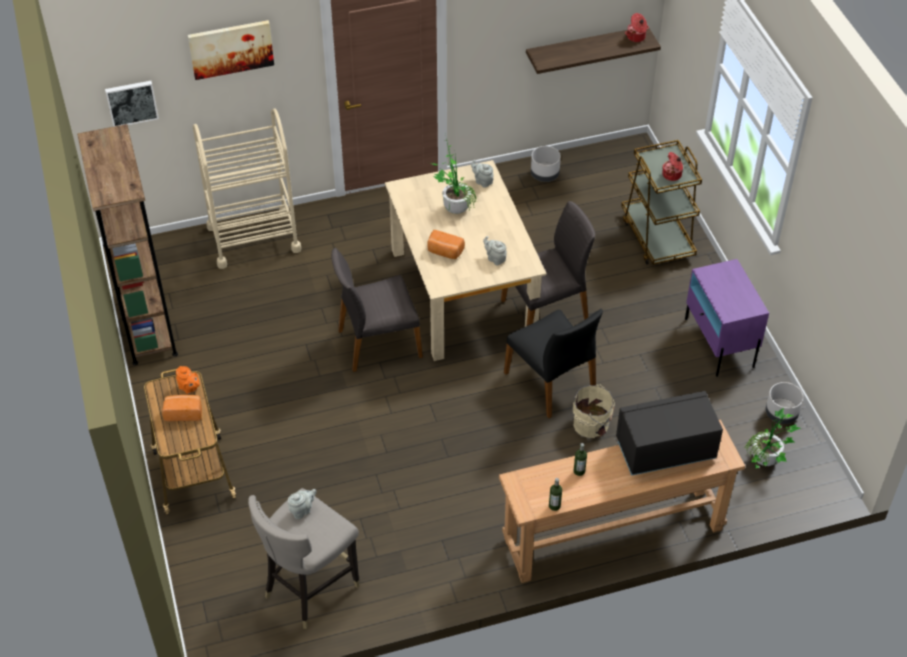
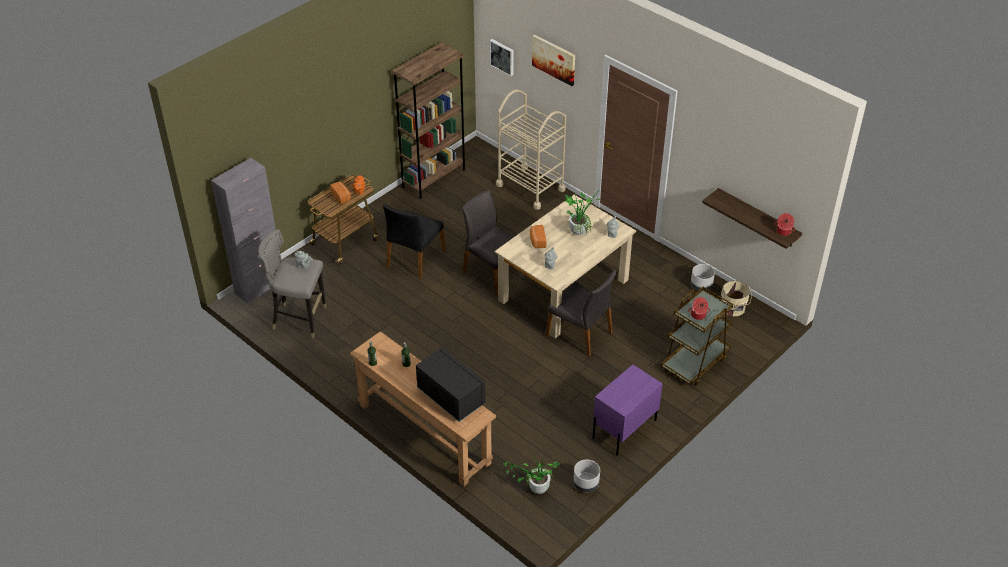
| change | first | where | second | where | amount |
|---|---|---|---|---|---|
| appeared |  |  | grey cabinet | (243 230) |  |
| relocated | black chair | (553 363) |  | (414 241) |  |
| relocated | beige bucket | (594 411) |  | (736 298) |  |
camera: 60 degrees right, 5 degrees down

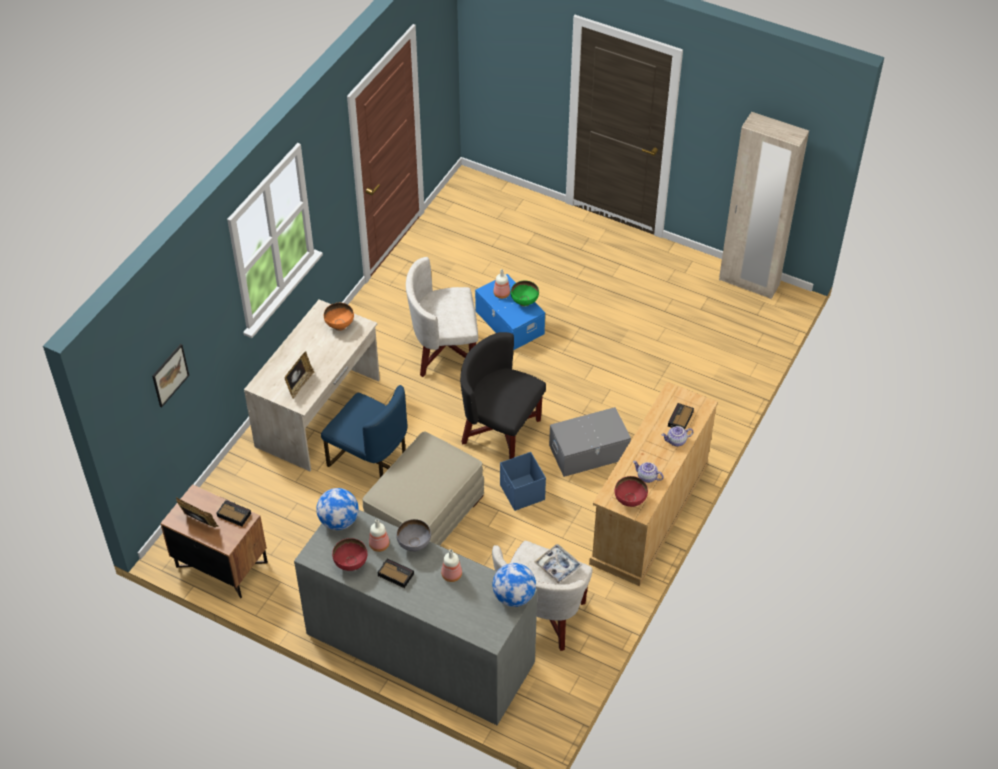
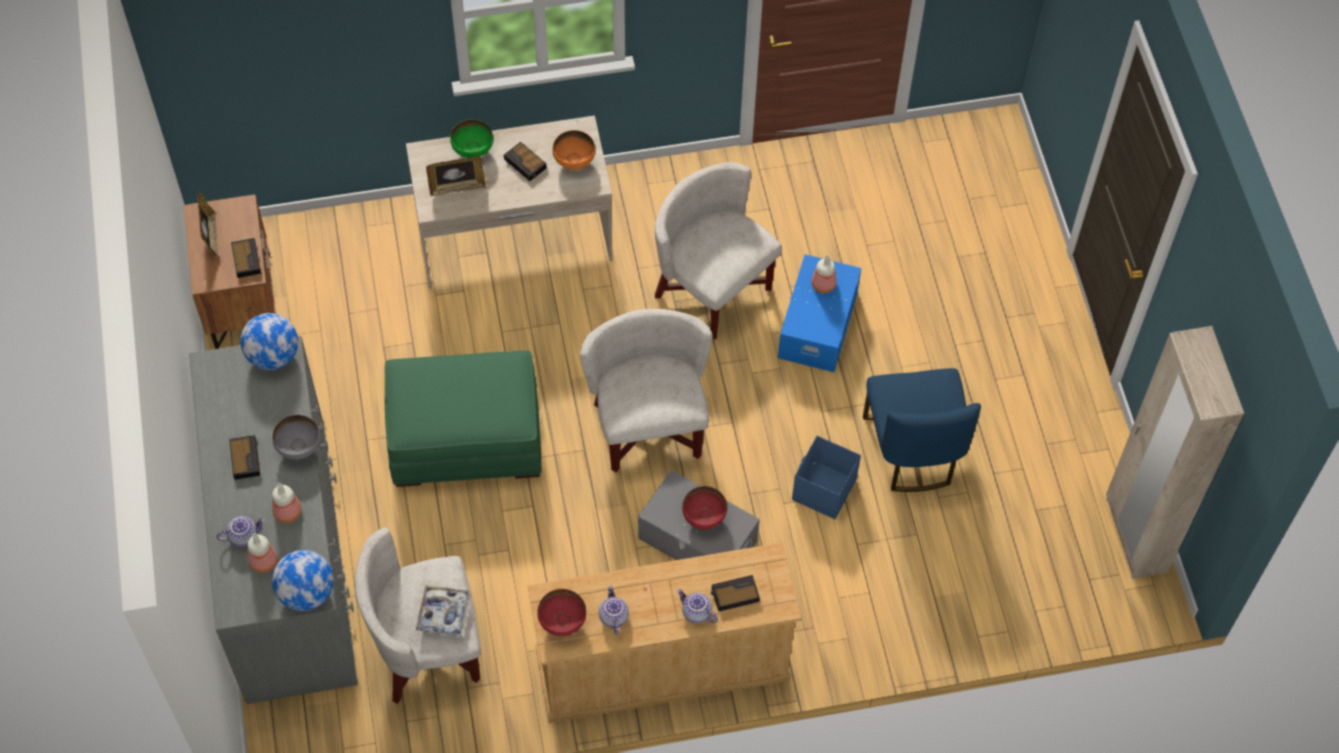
| change | first | where | second | where | amount |
|---|---|---|---|---|---|
| missing | picture | (170 375) |  |  |  |
| appeared |  |  | teapot | (240 531) |  |
| appeared |  |  | alarm clock | (525 161) |  |
| relocated | blue chair | (364 431) |  | (922 430) |  |
| relocated | red bowl | (349 554) |  | (704 508) |  |
| relocated | bottle | (379 535) |  | (262 553) |  |
| relocated | blue storage box | (523 481) |  | (826 477) |  |
| relocated | green bowl | (525 294) |  | (471 138) |  |
| colour | beige ottoman | (423 488) | green ottoman | (463 418) |  |
| colour | black armchair | (503 395) | white armchair | (646 390) |  |
camera: 50 degrees right, 10 degrees up

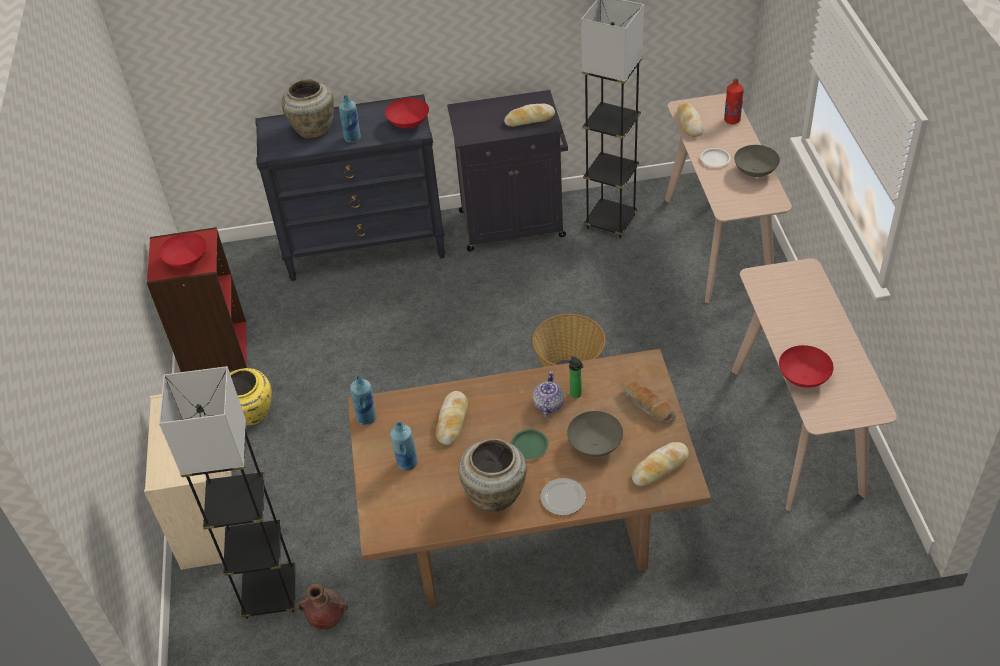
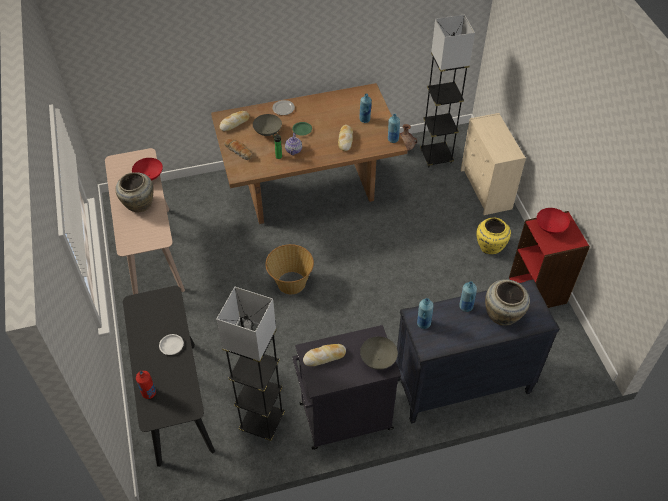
| change | first | where | second | where | amount |
|---|---|---|---|---|---|
| missing | bread | (690 120) |  |  |  |
| relocated | beige vase | (493 475) |  | (134 192) |  |
| relocated | grey bowl | (757 161) |  | (379 353) |  |
| exchanged | red bowl | (407 113) | blue bottle | (425 313) |  |
| colour | beige console table | (728 198) | black console table | (169 376) |  |
camera: 170 degrees right, 5 degrees up

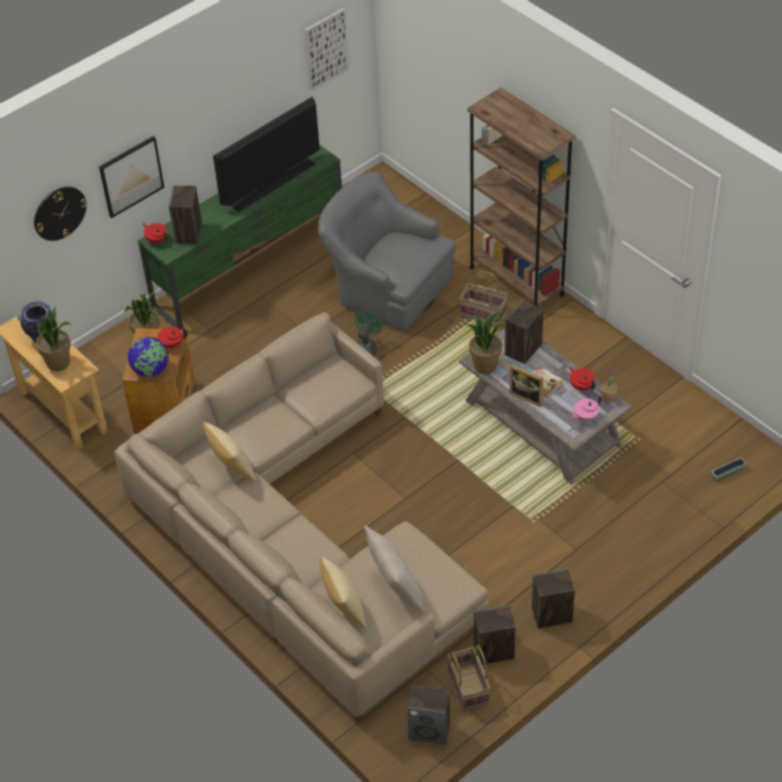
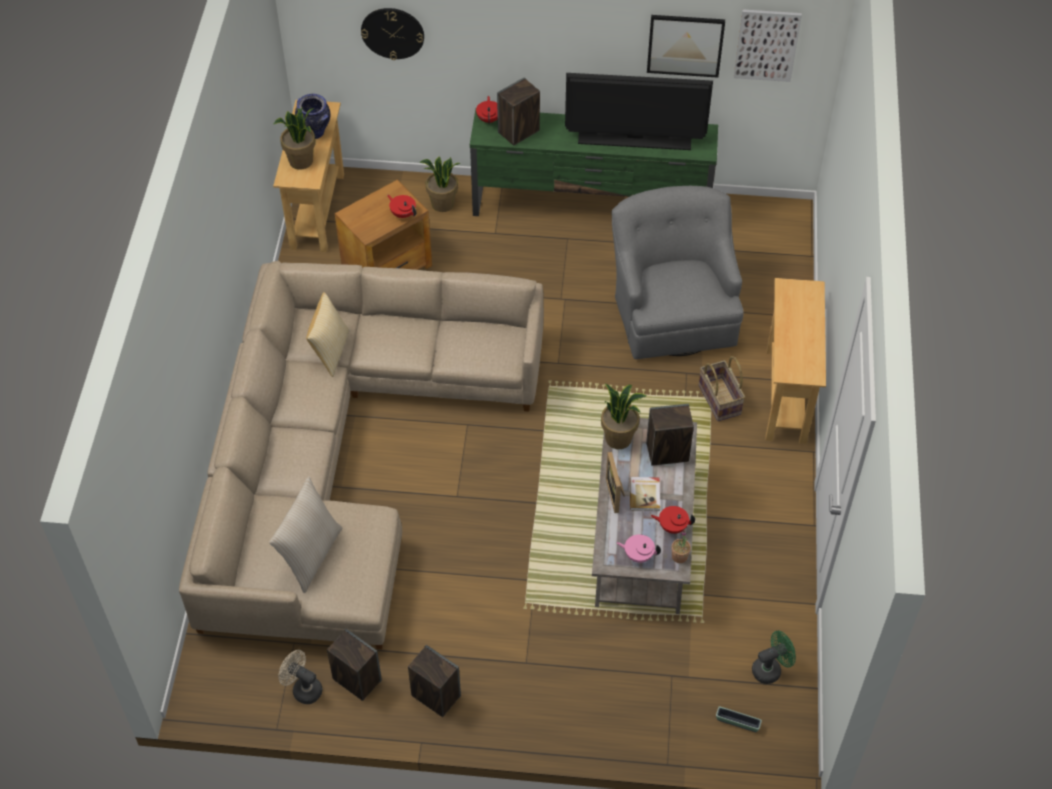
| change | first | where | second | where | amount |
|---|---|---|---|---|---|
| missing | globe | (148 357) |  |  |  |
| missing | pillow | (342 592) |  |  |  |
| missing | speaker | (428 715) |  |  |  |
| relocated | picture | (131 177) |  | (686 46) |  |
| relocated | green fan | (368 333) |  | (774 657) |  |
| exchanged | basket | (468 678) | beige fan | (300 677) |  |
| exchanged | brown bookcase | (521 197) | beige console table | (796 361) |  |
| spun | red teapot | (582 378) |  | (673 520) | 90 degrees counterclockwise |
camera: 45 degrees right, 5 degrees up

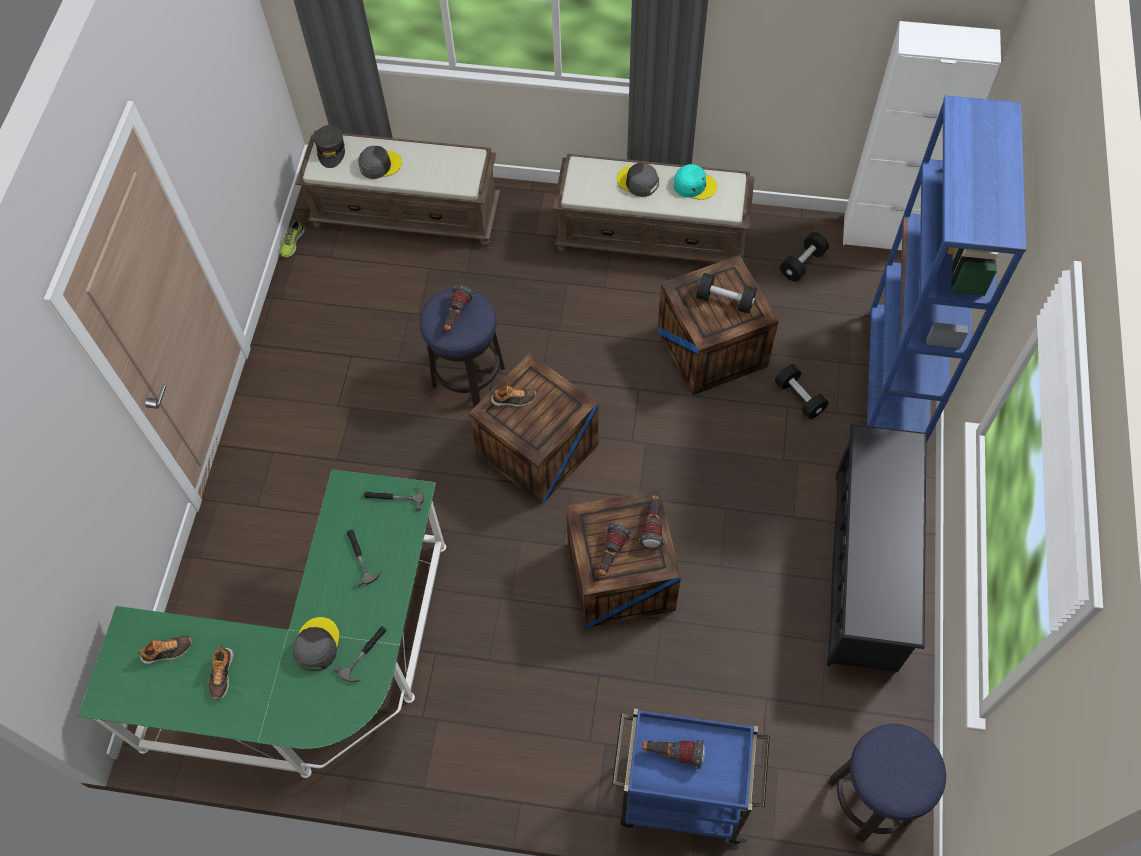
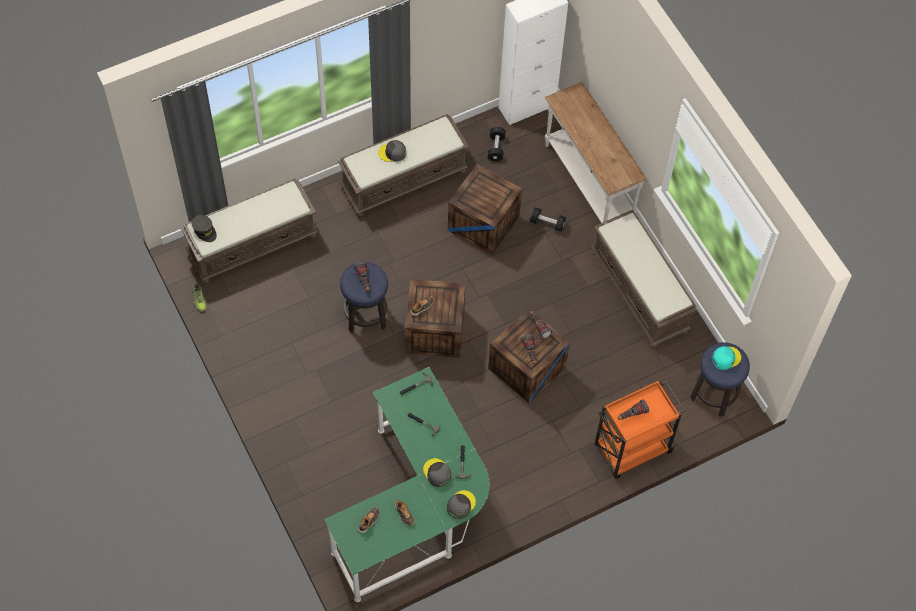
| change | first | where | second | where | amount |
|---|---|---|---|---|---|
| missing | black dumbbell | (726 293) |  |  |  |
| relocated | grey cap | (380 162) |  | (461 504) |  |
| relocated | turquoise cap | (695 182) |  | (726 358) |  |
| exchanged | black shoe rack | (877 548) | brown bench | (643 279) |  |
| exchanged | blue bookcase | (946 269) | white console table | (595 152) |  |
| colour | blue cart | (691 776) | orange cart | (640 429) |  |
camera: 40 degrees left, 0 degrees up

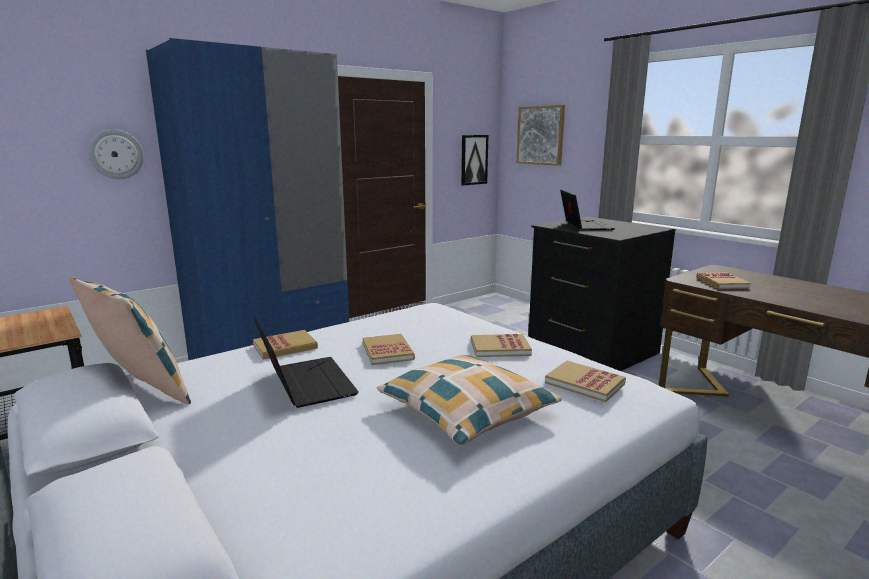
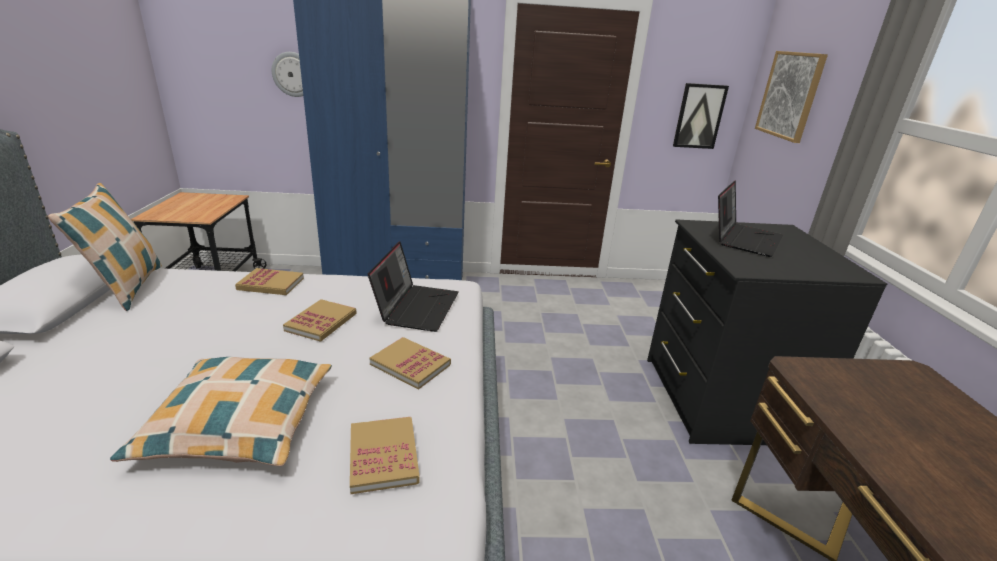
| change | first | where | second | where | amount |
|---|---|---|---|---|---|
| missing | book | (723 280) |  |  |  |
| relocated | laptop | (306 362) |  | (413 286) |  |
camera: 35 degrees right, 10 degrees up

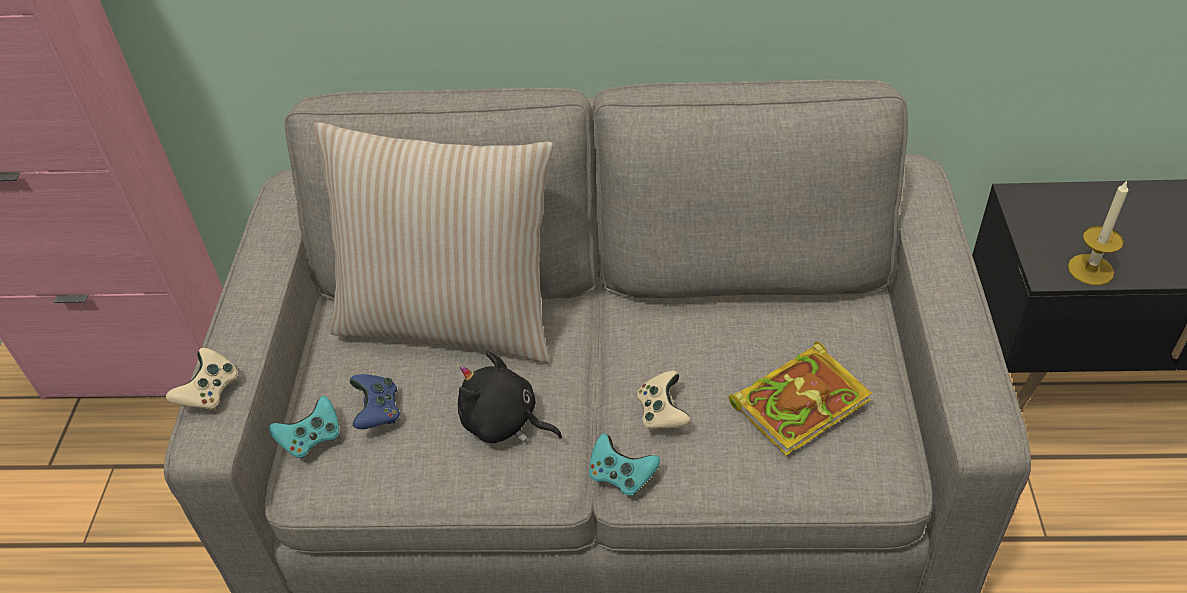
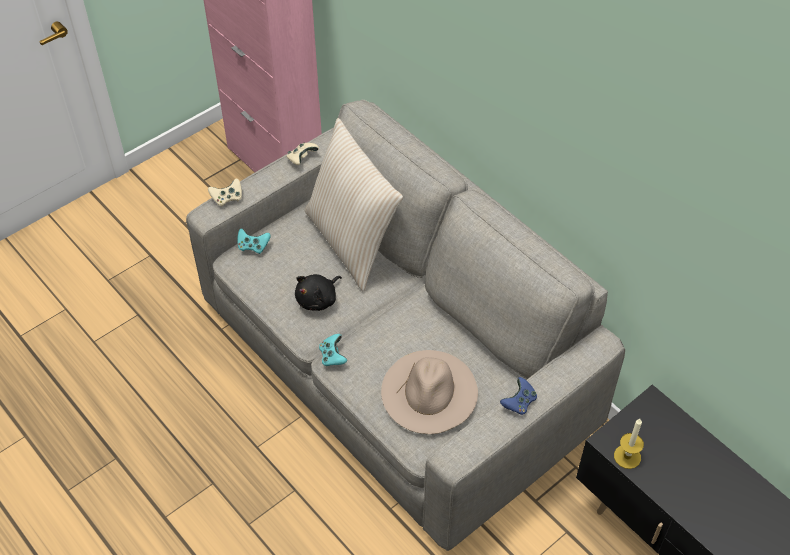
| change | first | where | second | where | amount |
|---|---|---|---|---|---|
| relocated | blue game controller | (375 401) |  | (518 396) |  |
| relocated | beige game controller | (664 401) |  | (303 154) |  |
| exchanged | book | (801 398) | beige hat | (429 392) |  |
| spun | black plush toy | (510 397) |  | (318 292) | 120 degrees counterclockwise |
camera: 45 degrees right, 5 degrees up

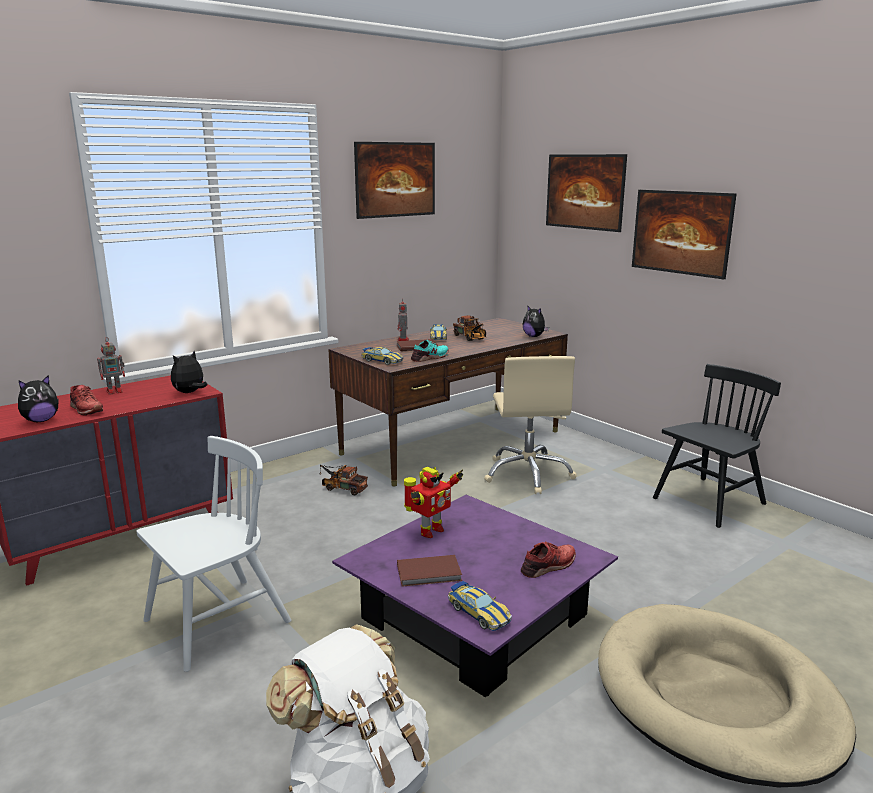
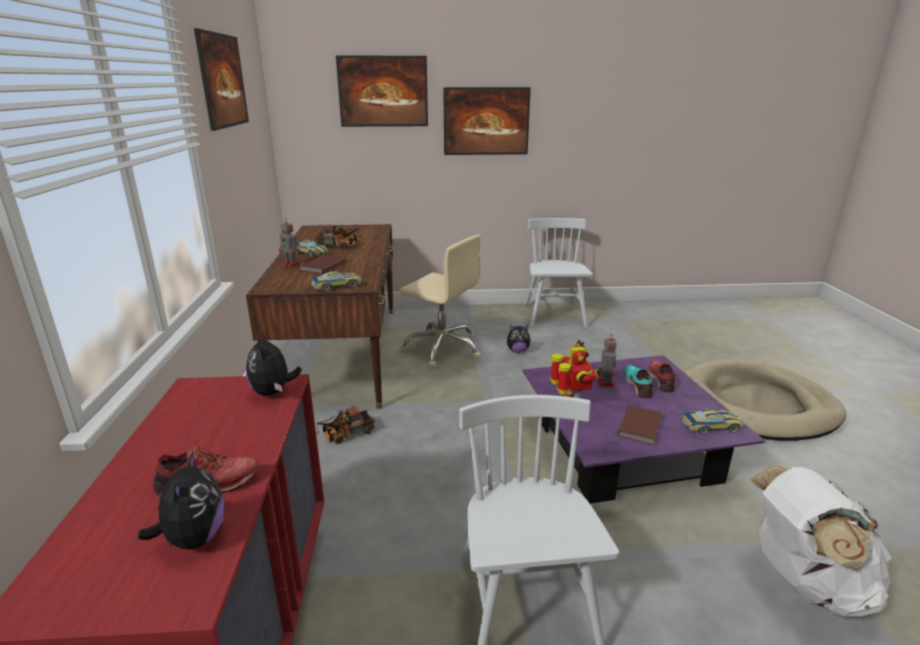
| change | first | where | second | where | amount |
|---|---|---|---|---|---|
| relocated | toy robot | (111 366) |  | (607 360) |  |
| relocated | turquoise shoe | (430 351) |  | (638 381) |  |
| relocated | plush toy | (535 321) |  | (519 339) |  |
| colour | black chair | (717 446) | white chair | (558 272) |  |
camera: 55 degrees left, 5 degrees up

